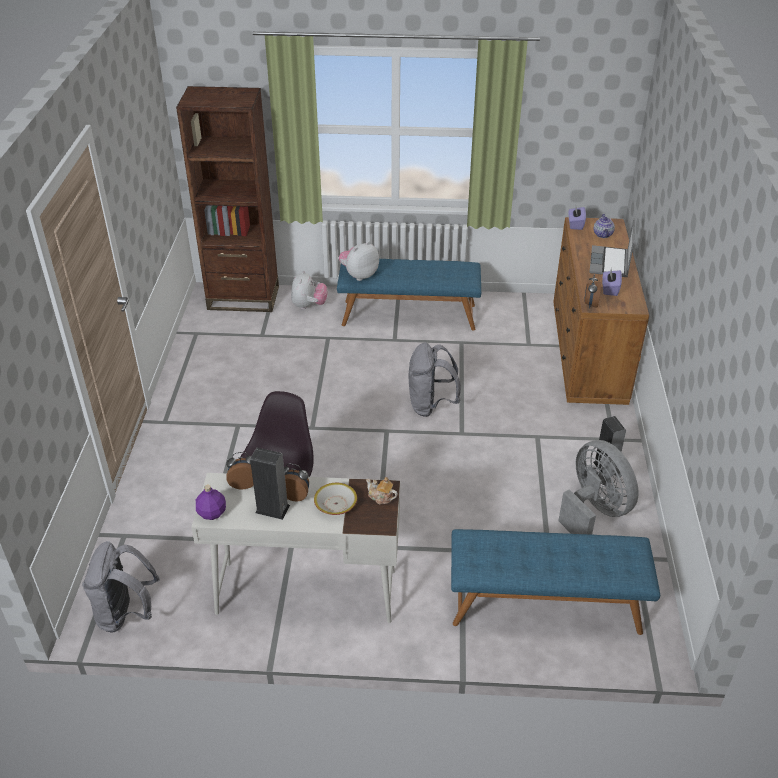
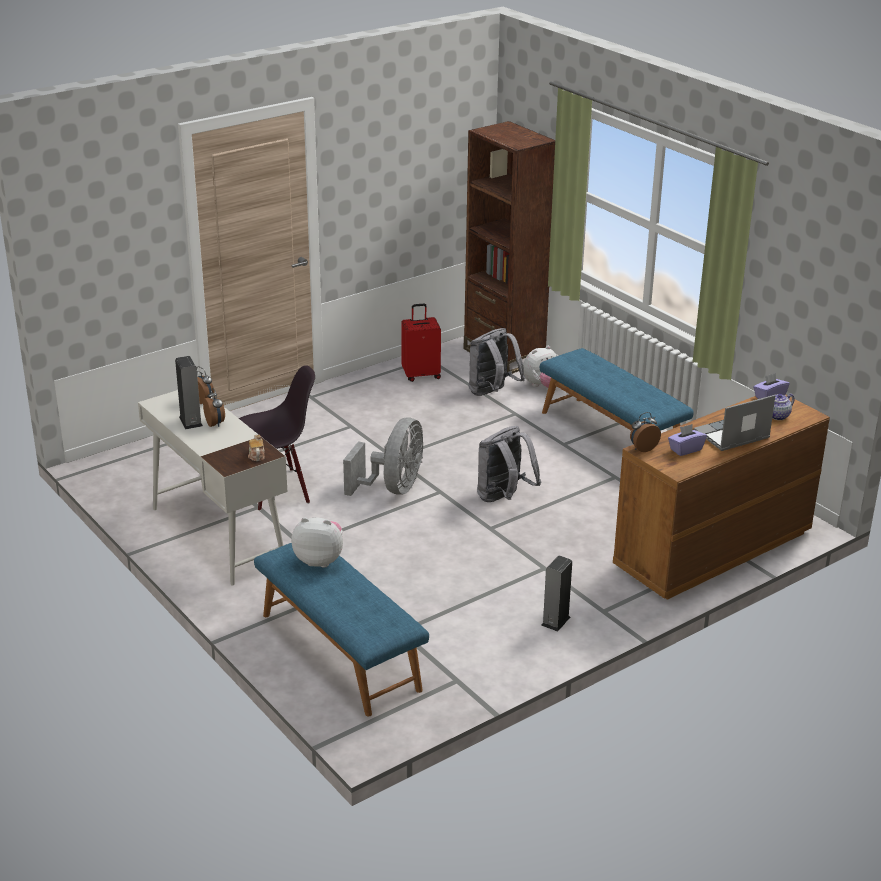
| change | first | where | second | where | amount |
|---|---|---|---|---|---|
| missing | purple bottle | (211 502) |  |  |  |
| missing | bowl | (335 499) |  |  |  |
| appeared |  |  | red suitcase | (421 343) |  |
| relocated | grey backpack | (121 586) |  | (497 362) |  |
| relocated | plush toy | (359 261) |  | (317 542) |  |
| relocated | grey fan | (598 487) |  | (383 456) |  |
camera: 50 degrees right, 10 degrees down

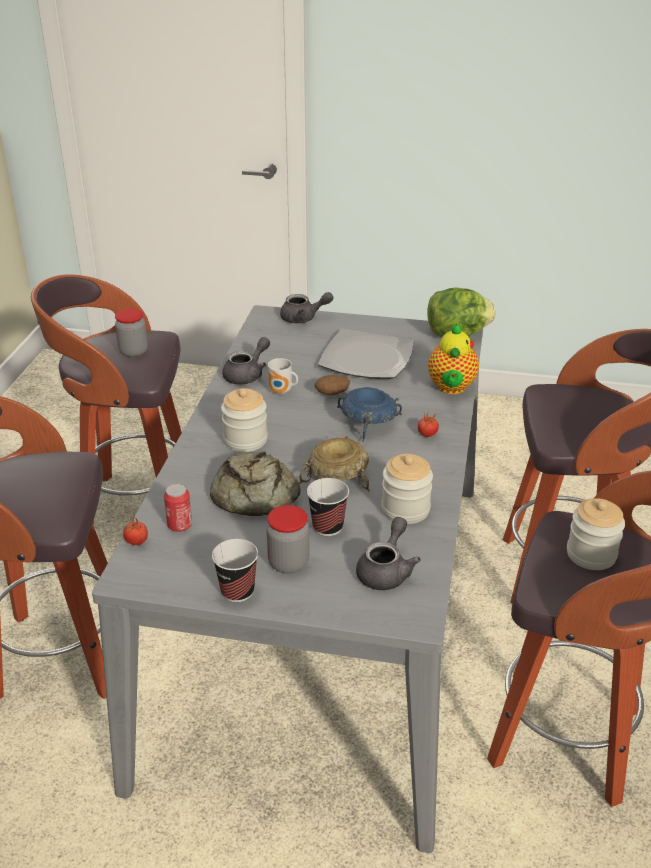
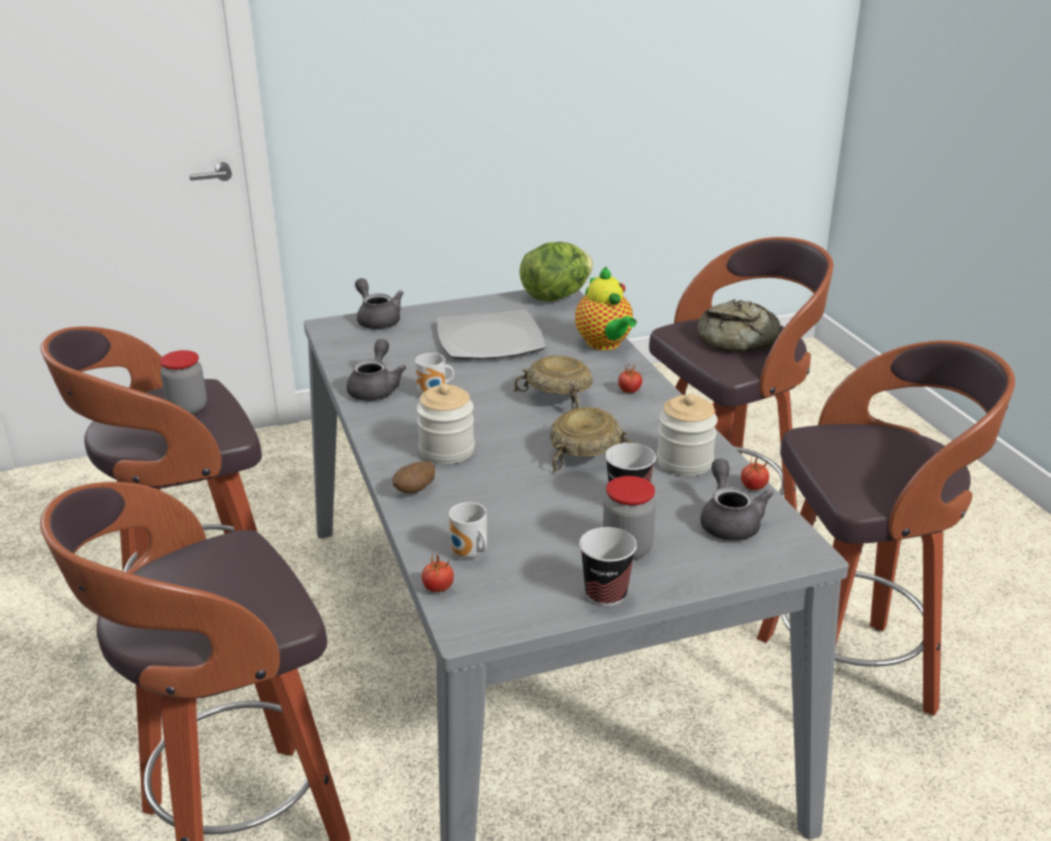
| change | first | where | second | where | amount |
|---|---|---|---|---|---|
| missing | jar | (596 534) |  |  |  |
| appeared |  |  | tomato | (755 472) |  |
| relocated | bread | (255 484) |  | (739 325) |  |
| relocated | potato | (332 385) |  | (413 477) |  |
| exchanged | can | (178 507) | mug | (468 530) |  |
| colour | blue bowl | (369 414) | beige bowl | (553 382) |  |
| spun | grey teapot | (307 307) |  | (379 303) | 90 degrees counterclockwise |
camera: 30 degrees left, 5 degrees down

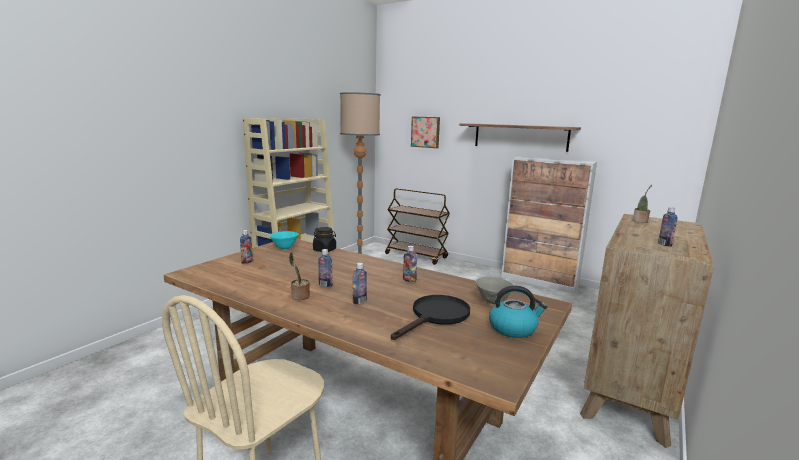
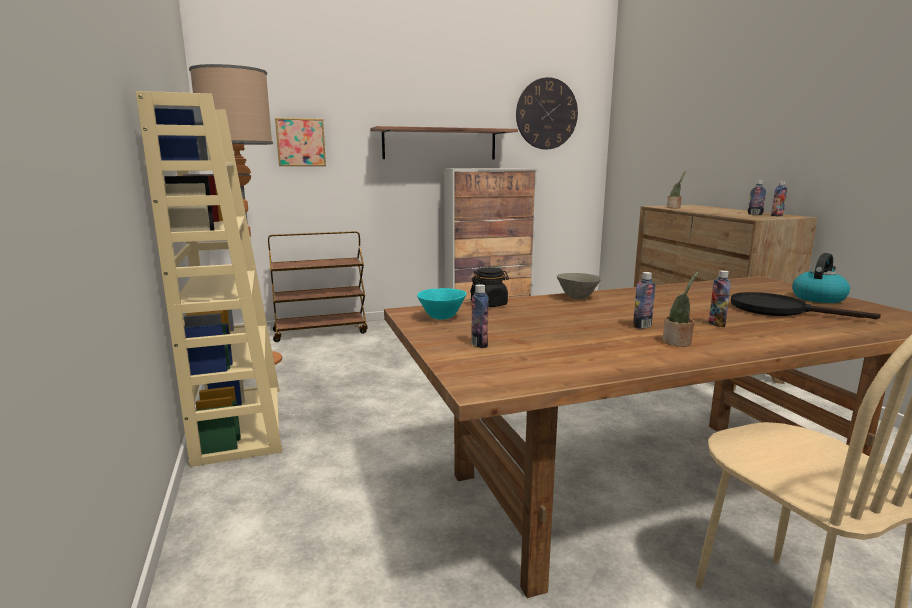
| change | first | where | second | where | amount |
|---|---|---|---|---|---|
| appeared |  |  | wall clock | (547 113) |  |
| relocated | bottle | (410 264) |  | (779 198) |  |
| relocated | grey bowl | (495 290) |  | (579 286) |  |
| spun | black frying pan | (430 317) |  | (806 305) | 45 degrees counterclockwise |
camera: 50 degrees left, 0 degrees up

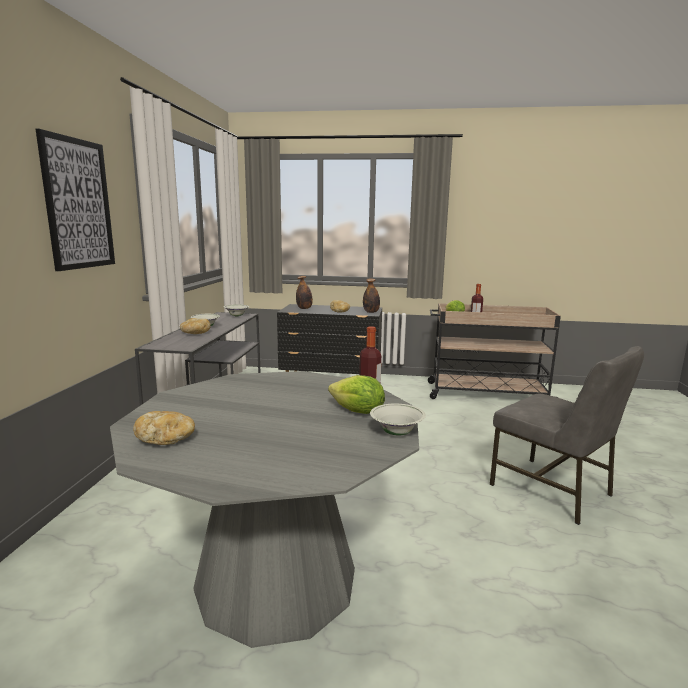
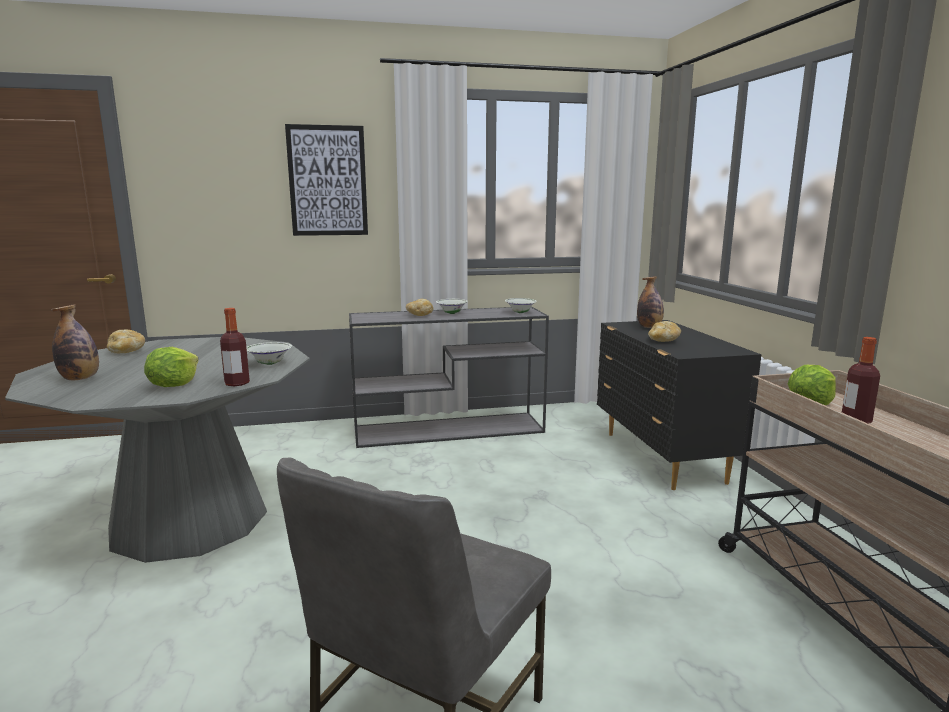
| change | first | where | second | where | amount |
|---|---|---|---|---|---|
| relocated | bottle | (371 295) |  | (75 342) |  |
| relocated | white bowl | (398 419) |  | (269 353) |  |
camera: 70 degrees right, 0 degrees up

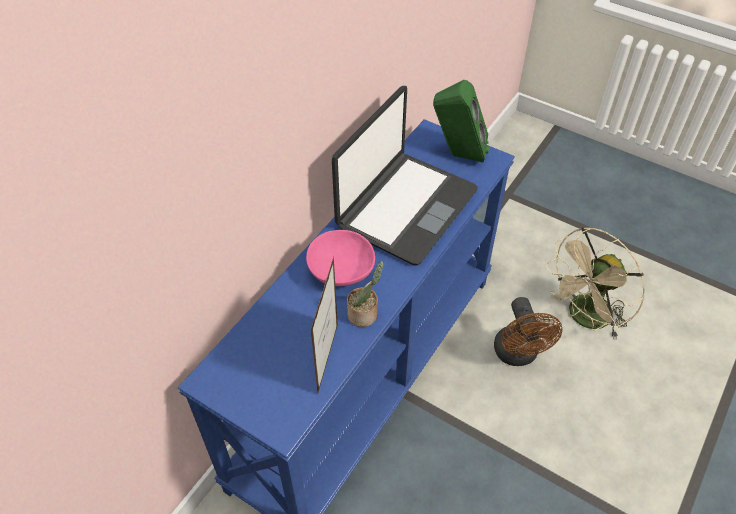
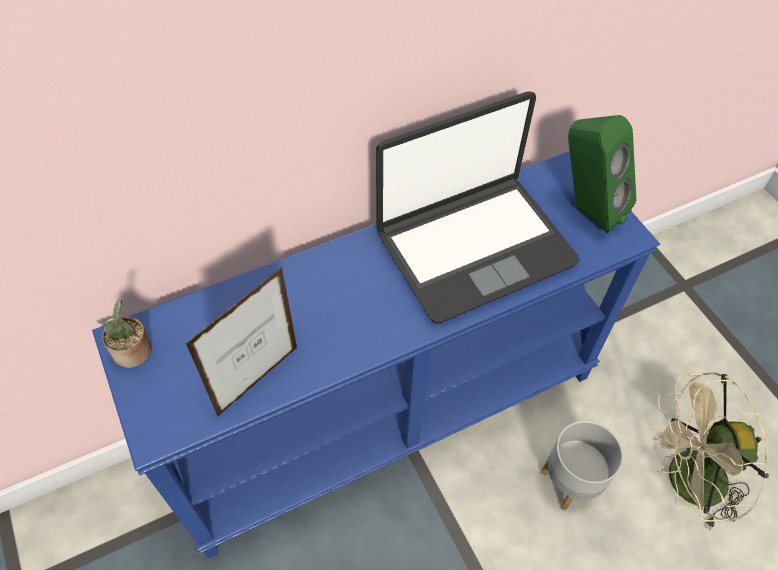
| change | first | where | second | where | amount |
|---|---|---|---|---|---|
| missing | pink bowl | (340 258) |  |  |  |
| relocated | potted plant | (365 294) |  | (127 333) |  |
| exchanged | brown fan | (528 331) | grey planter | (582 465) |  |
camera: 30 degrees right, 5 degrees up

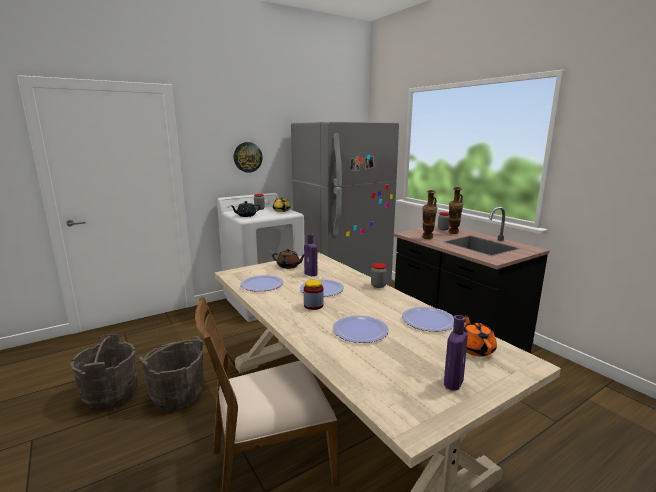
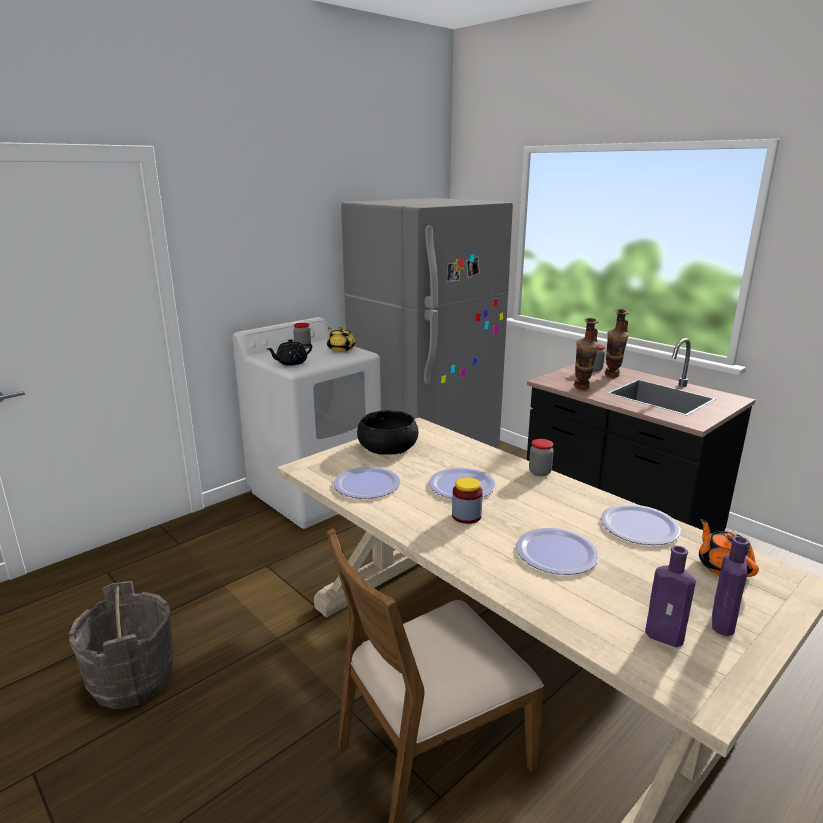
| change | first | where | second | where | amount |
|---|---|---|---|---|---|
| missing | grey bucket | (171 373) |  |  |  |
| missing | wall clock | (248 157) |  |  |  |
| relocated | purple bottle | (310 255) |  | (670 596) |  |
| exchanged | brown teapot | (288 259) | black bowl | (387 432) |  |
camera: 10 degrees left, 5 degrees up

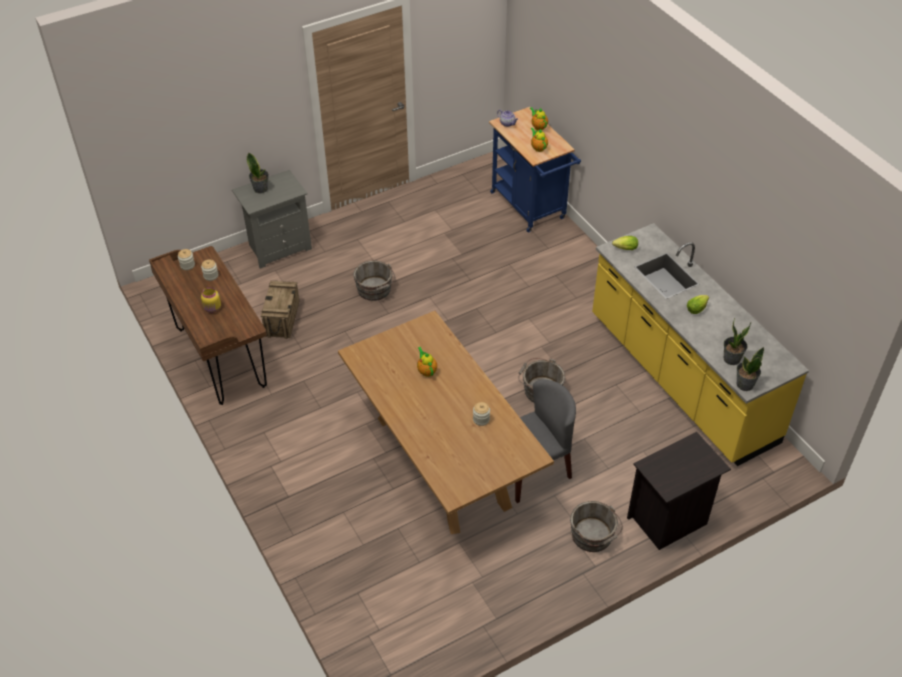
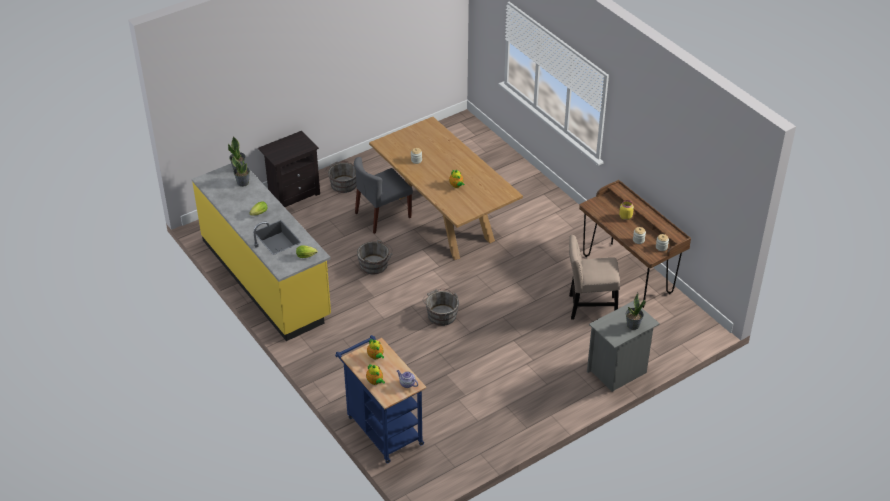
| change | first | where | second | where | amount |
|---|---|---|---|---|---|
| relocated | grey bucket | (374 281) |  | (441 307) |  |
| exchanged | crate | (280 309) | beige chair | (594 277) |  |
camera: 175 degrees right, 5 degrees down

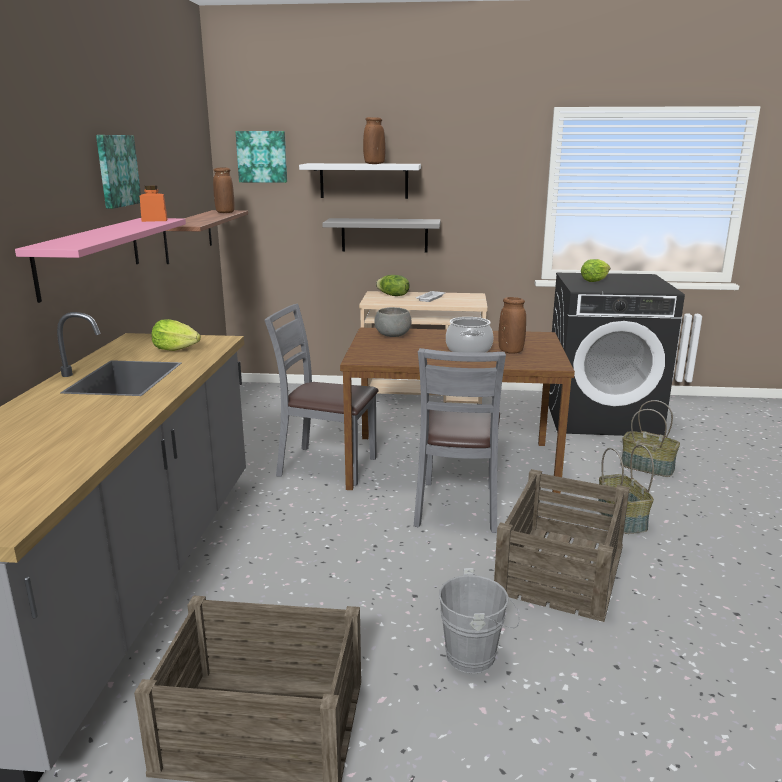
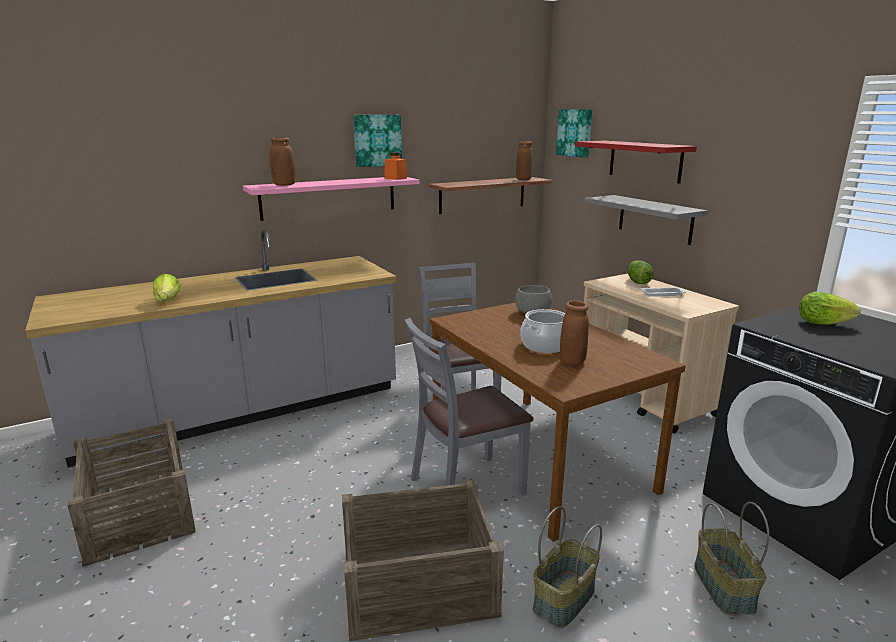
| change | first | where | second | where | amount |
|---|---|---|---|---|---|
| missing | grey bucket | (479 621) |  |  |  |
| relocated | lettuce | (176 335) |  | (167 288) |  |
| relocated | brown vase | (374 140) |  | (283 161) |  |
| colour | white shelf | (360 181) | red shelf | (636 162) |  |
camera: 55 degrees right, 0 degrees up

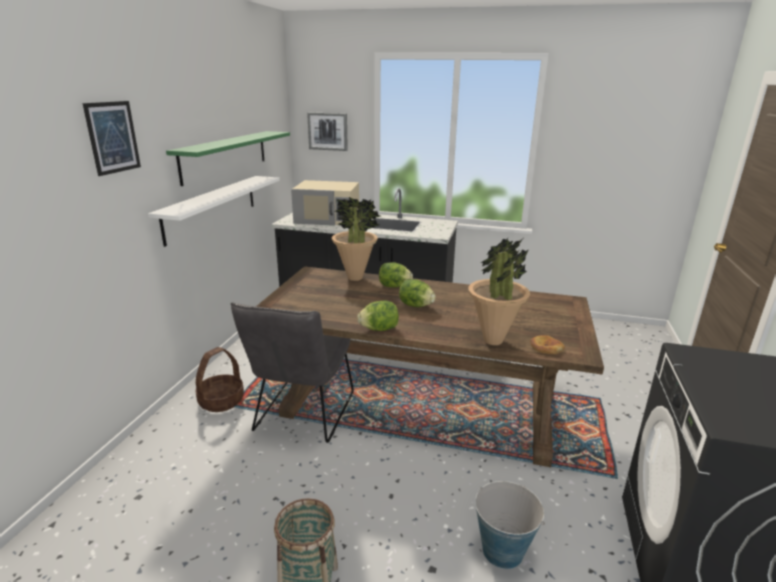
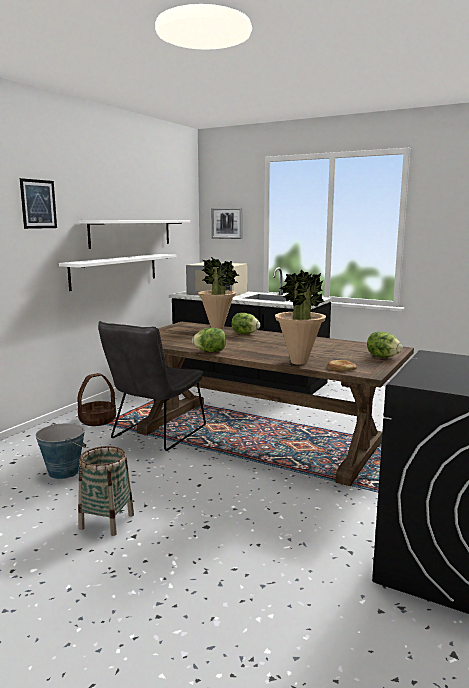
| change | first | where | second | where | amount |
|---|---|---|---|---|---|
| relocated | lettuce | (417 293) |  | (385 344) |  |
| relocated | bucket | (510 525) |  | (61 451) |  |
| colour | green shelf | (228 158) | white shelf | (134 234) |  |
camera: 15 degrees right, 10 degrees down

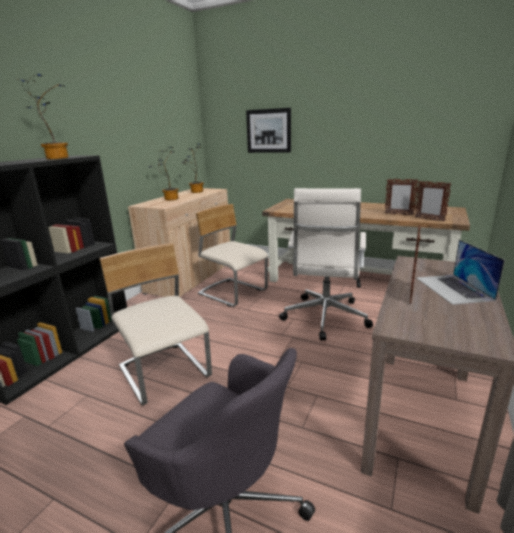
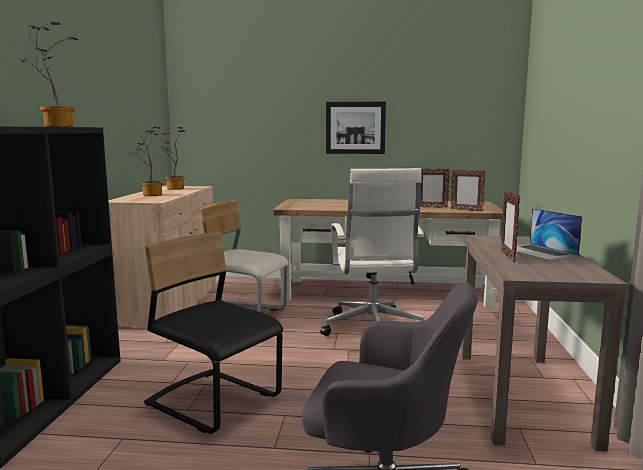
| change | first | where | second | where | amount |
|---|---|---|---|---|---|
| relocated | picture | (268 130) |  | (356 128) |  |
| colour | beige chair | (156 324) | black chair | (213 333) |  |
camera: 20 degrees left, 10 degrees down

